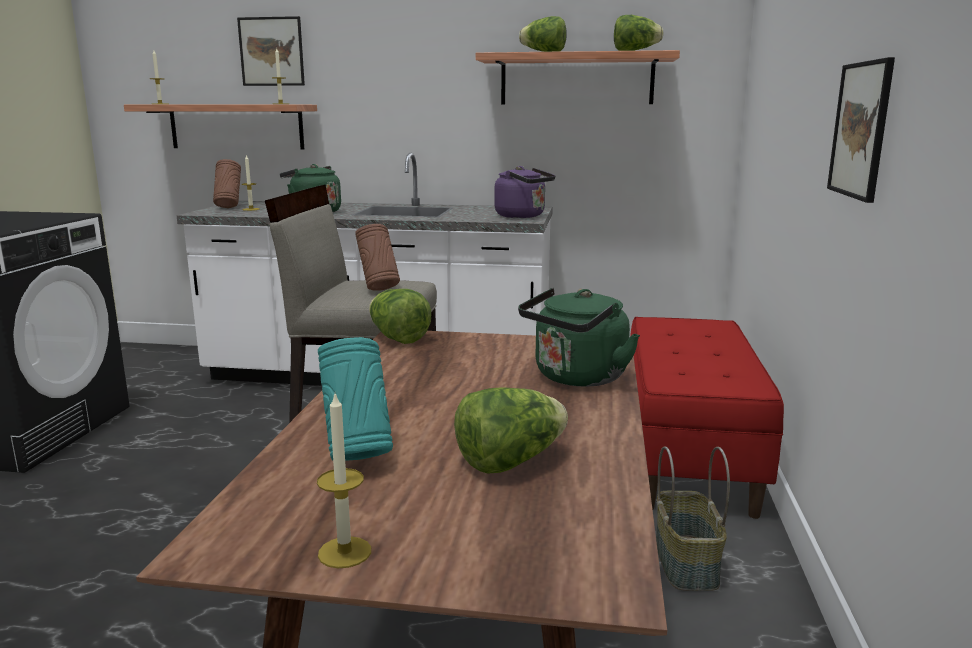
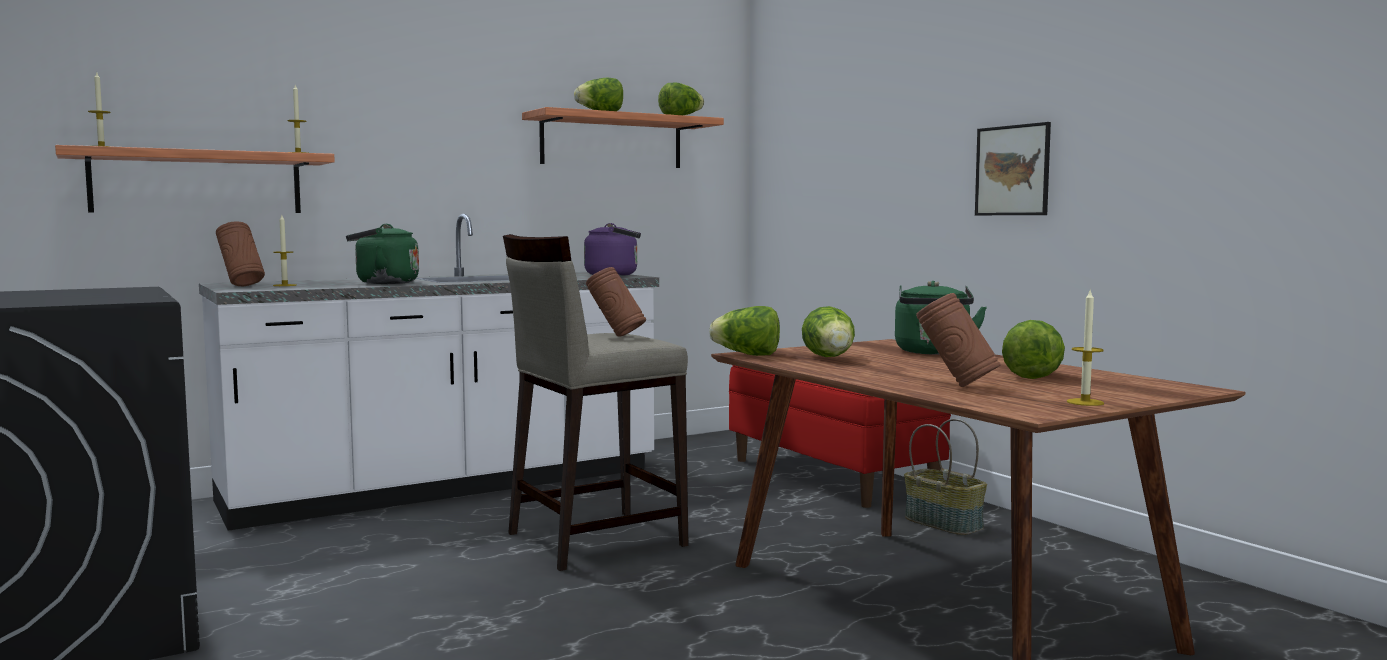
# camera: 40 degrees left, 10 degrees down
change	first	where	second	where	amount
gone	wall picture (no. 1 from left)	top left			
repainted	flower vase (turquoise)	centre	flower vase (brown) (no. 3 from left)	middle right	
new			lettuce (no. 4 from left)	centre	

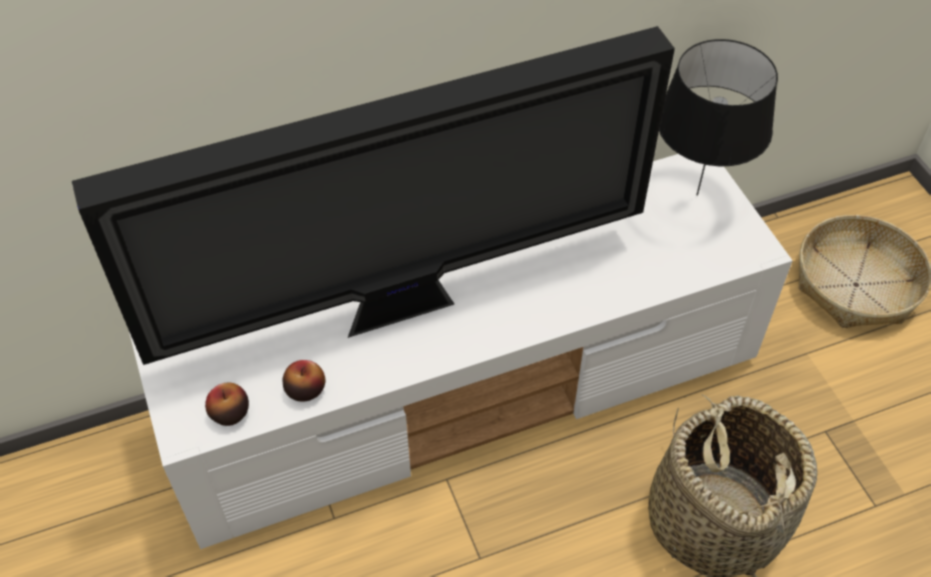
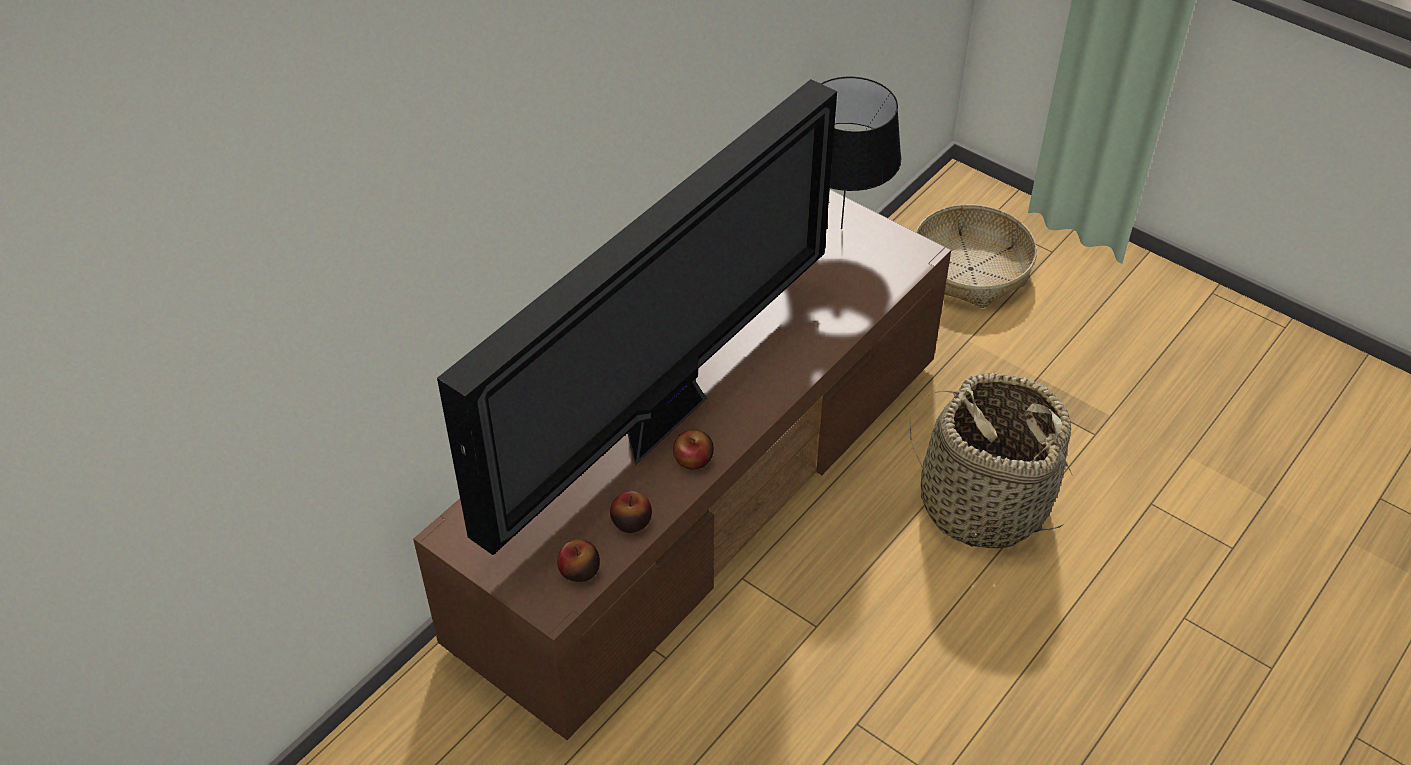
# camera: 30 degrees left, 5 degrees down
change	first	where	second	where	amount
repainted	media console (white)	centre	media console (brown)	centre	
new			whole apple (no. 3 from left)	centre	

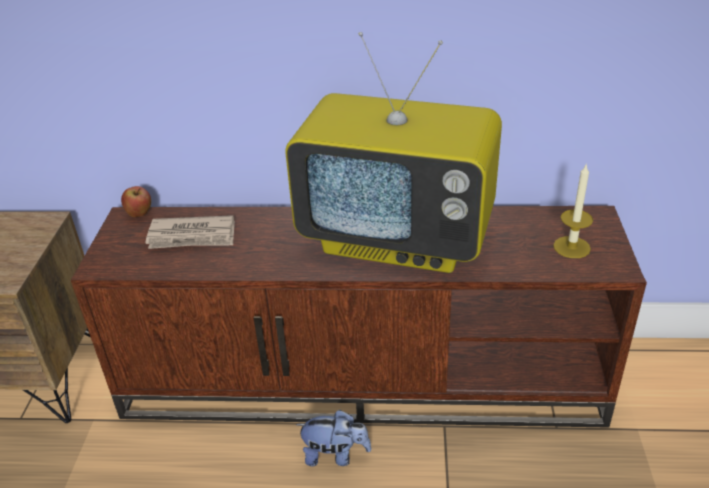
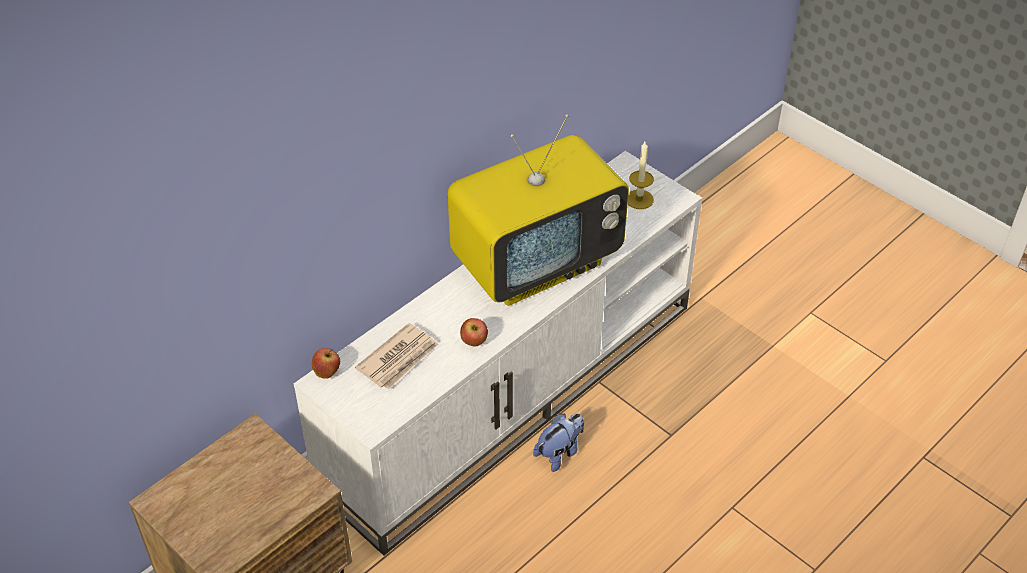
# camera: 50 degrees left, 10 degrees up
change	first	where	second	where	amount
repainted	media console (brown)	centre	media console (white)	centre	
new			whole apple (no. 2 from left)	centre	

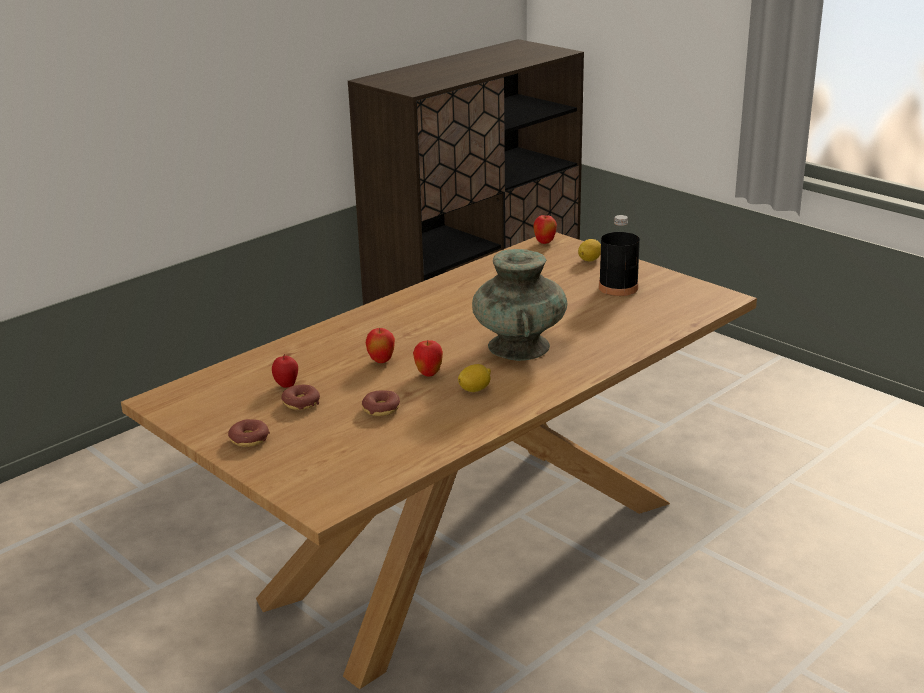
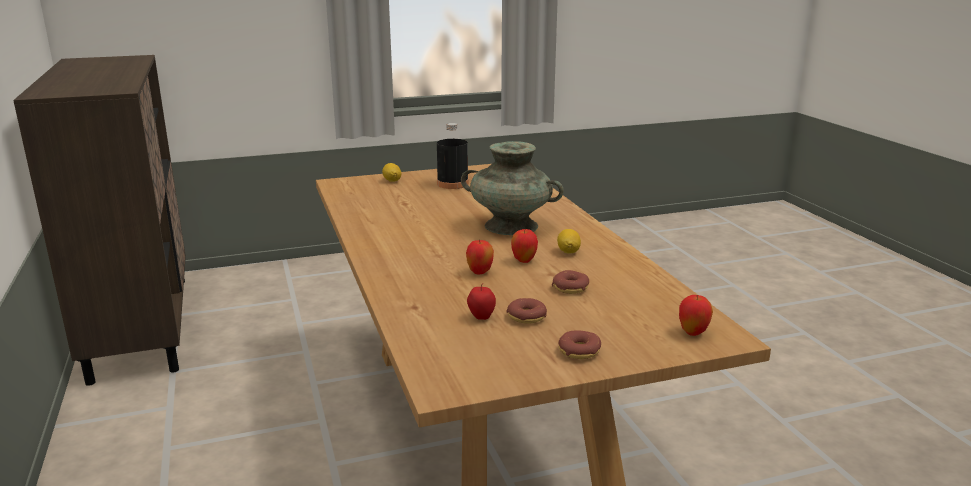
# camera: 65 degrees left, 5 degrees down
change	first	where	second	where	amount
shifted	whole apple (no. 4 from left)	top centre		middle right	

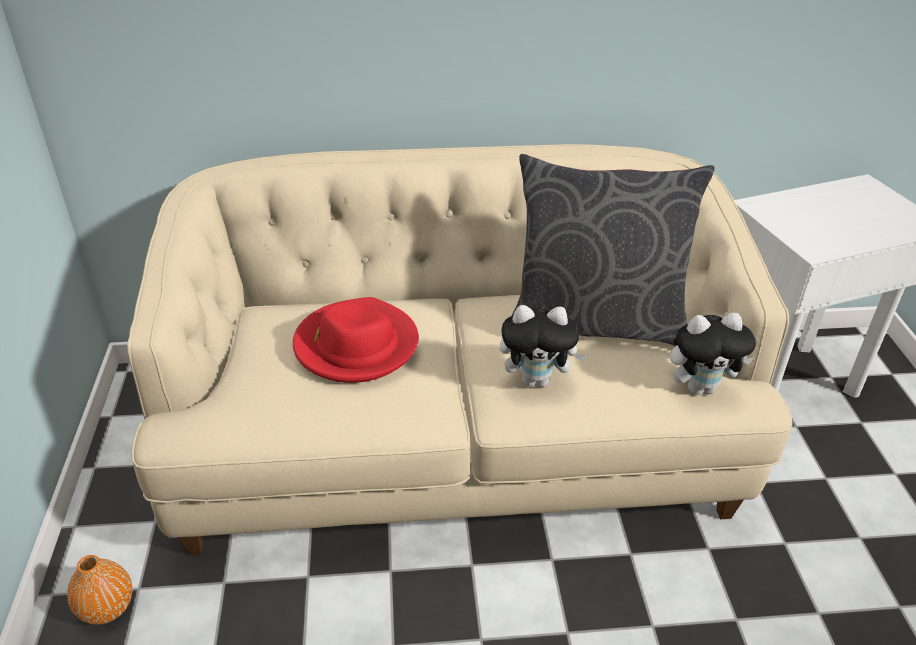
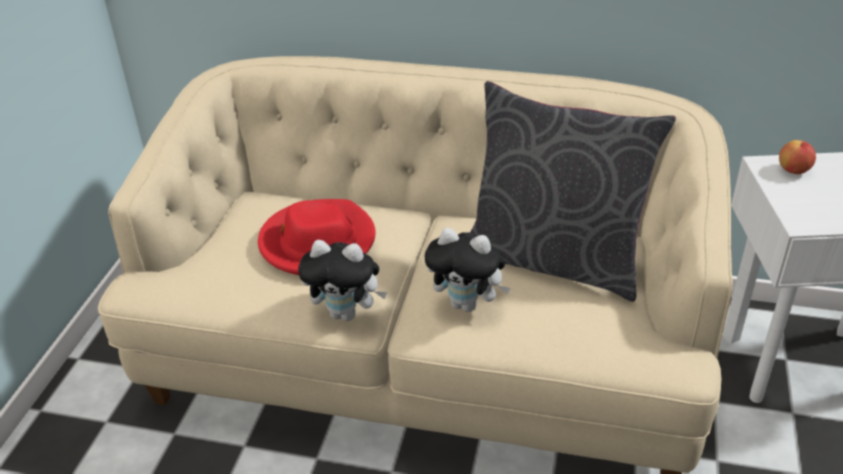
# camera: 20 degrees right, 0 degrees up
change	first	where	second	where	amount
gone	flower vase (orange-coloured)	bottom left			
shifted	cuddly toy (no. 2 from left in the first image)	middle right	cuddly toy (no. 1 from left)	centre	
new			whole apple	top right	

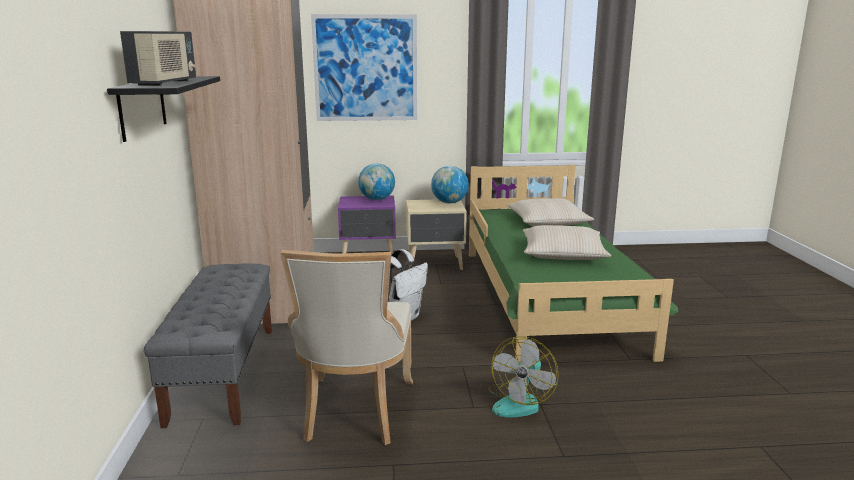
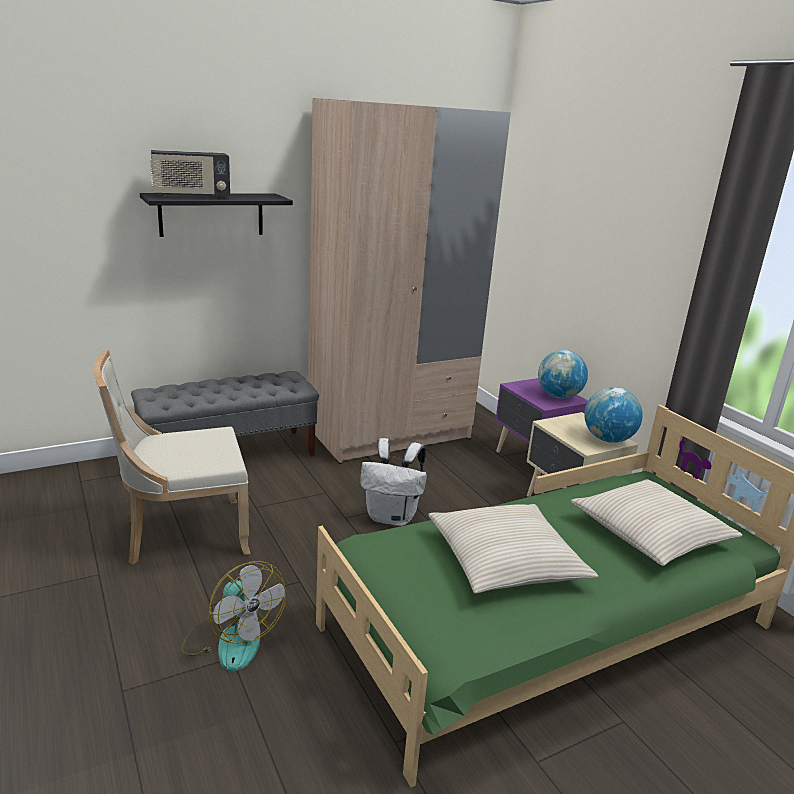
# camera: 65 degrees right, 5 degrees up
change	first	where	second	where	amount
gone	wall picture	top centre			
rotated	electric fan	bottom centre		bottom left	135 degrees counterclockwise

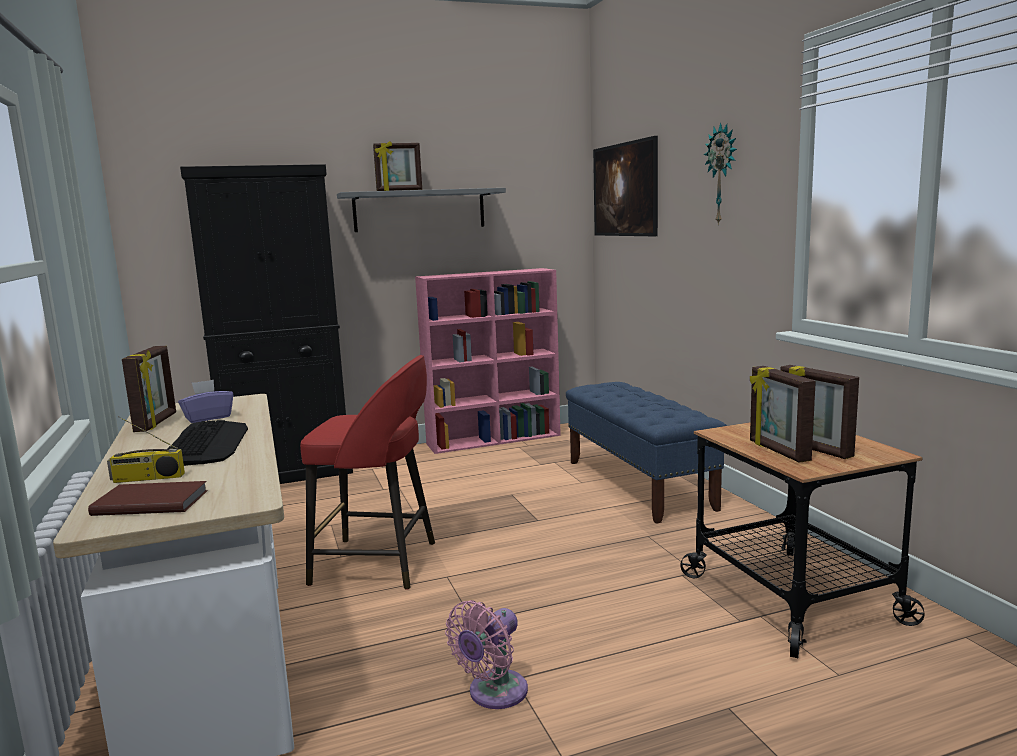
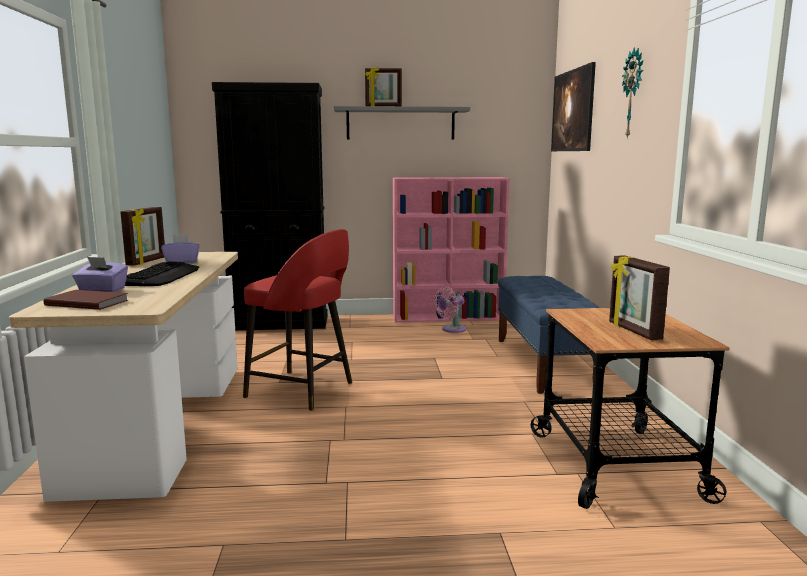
# camera: 15 degrees right, 0 degrees up
change	first	where	second	where	amount
swapped	radio	middle left	tissue box (purple-coloured) (no. 1 from left)	middle left	
shifted	electric fan (pink-coloured)	bottom centre		centre	
gone	standing frame (no. 3 from left)	middle right			

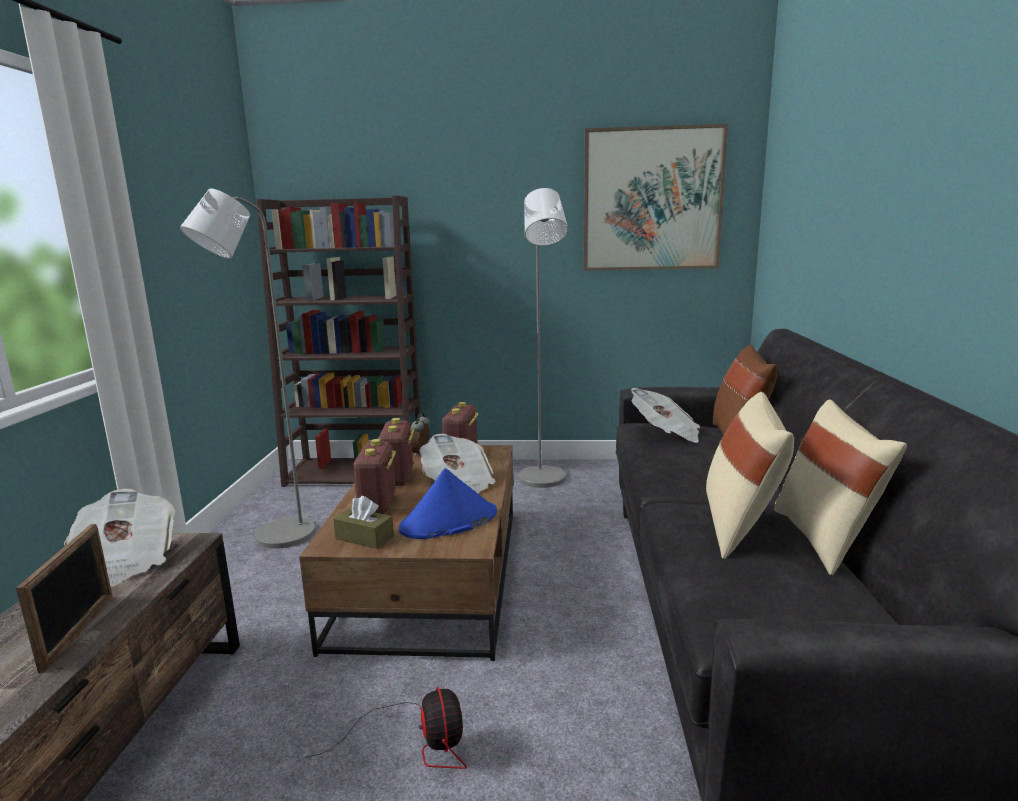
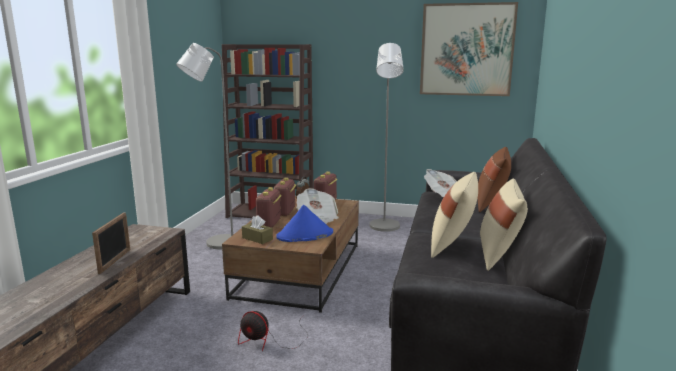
# camera: 10 degrees right, 0 degrees up
change	first	where	second	where	amount
gone	daily paper (no. 1 from left)	bottom left			
rotated	electric fan	bottom centre		bottom centre	120 degrees clockwise

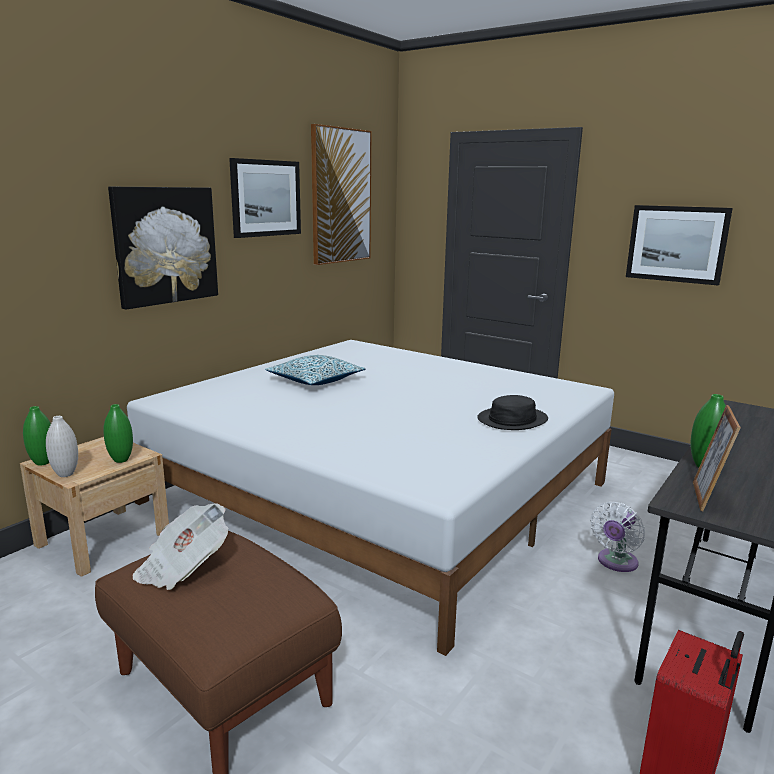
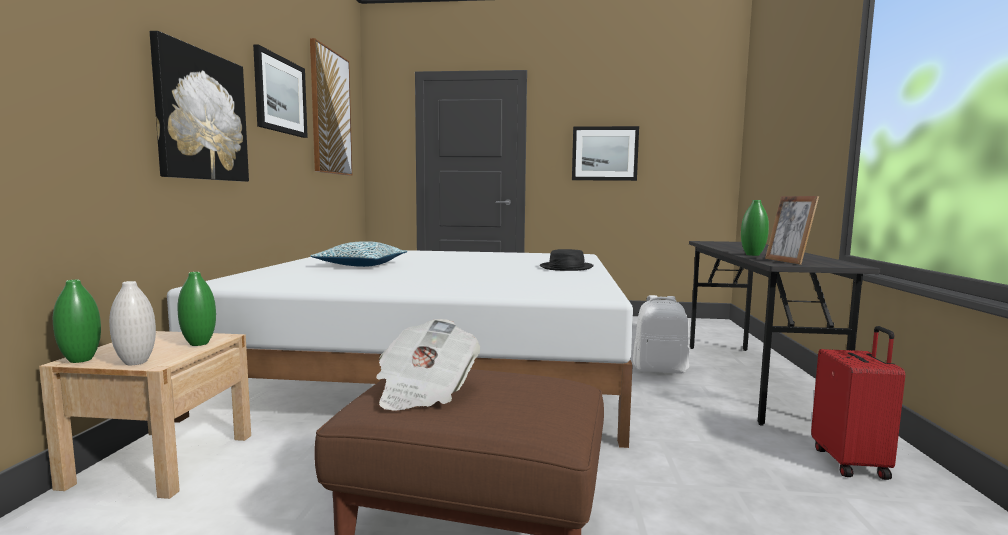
# camera: 30 degrees left, 10 degrees down
change	first	where	second	where	amount
swapped	electric fan (white)	bottom right	backpack (white)	centre	

